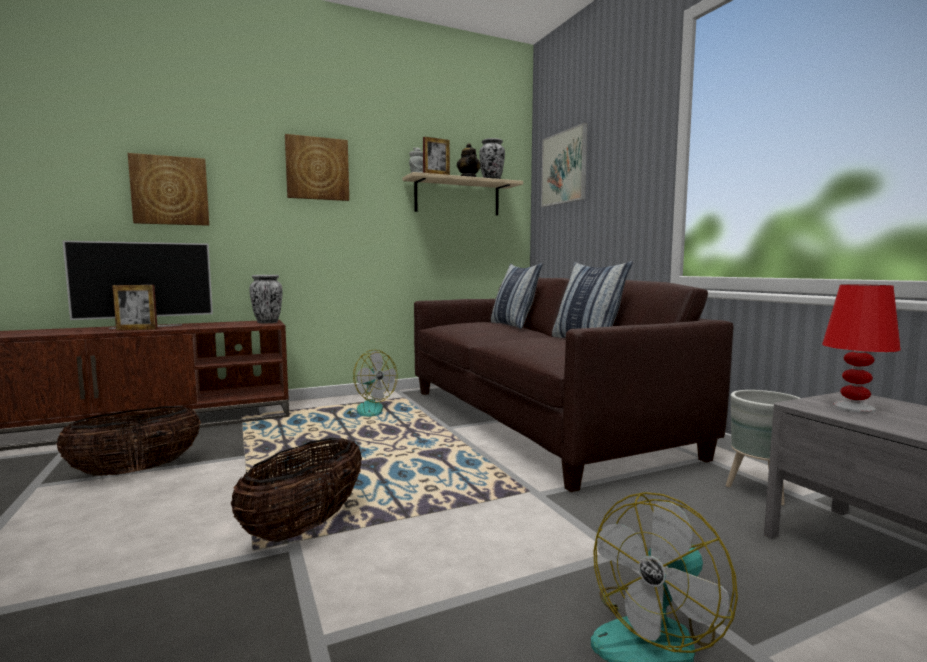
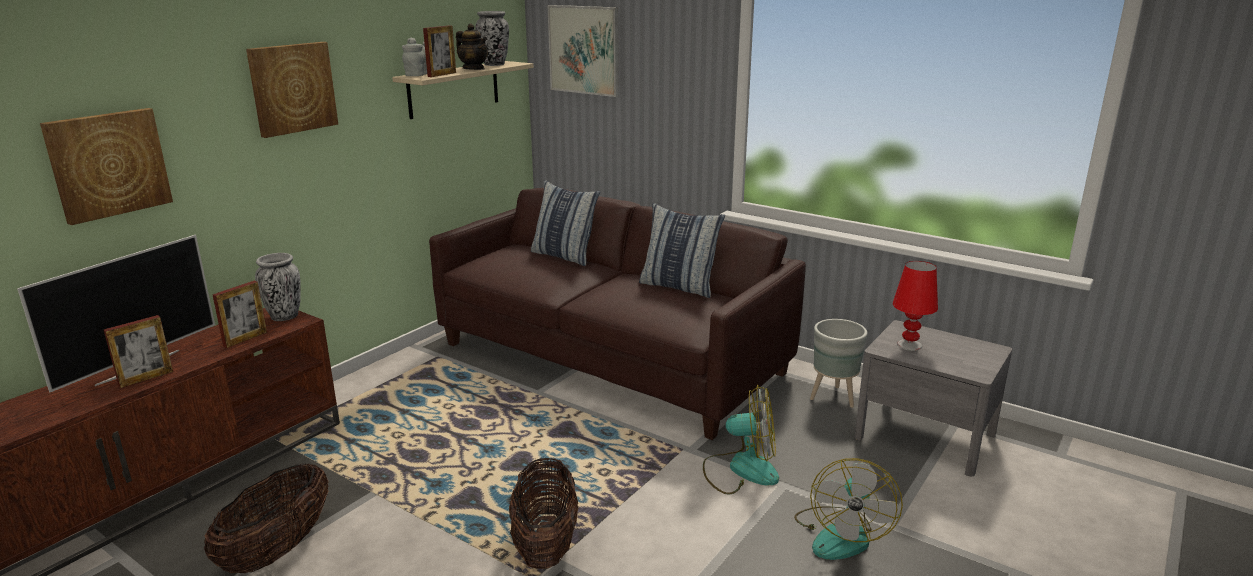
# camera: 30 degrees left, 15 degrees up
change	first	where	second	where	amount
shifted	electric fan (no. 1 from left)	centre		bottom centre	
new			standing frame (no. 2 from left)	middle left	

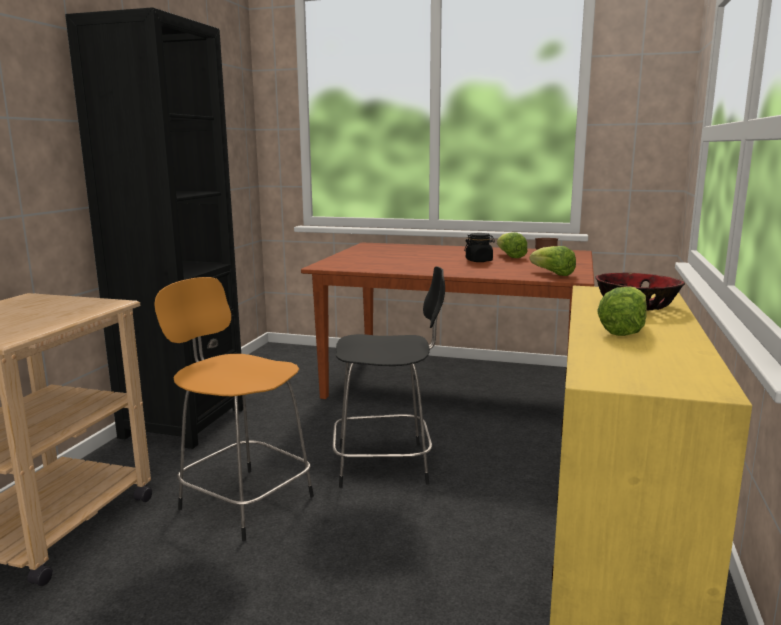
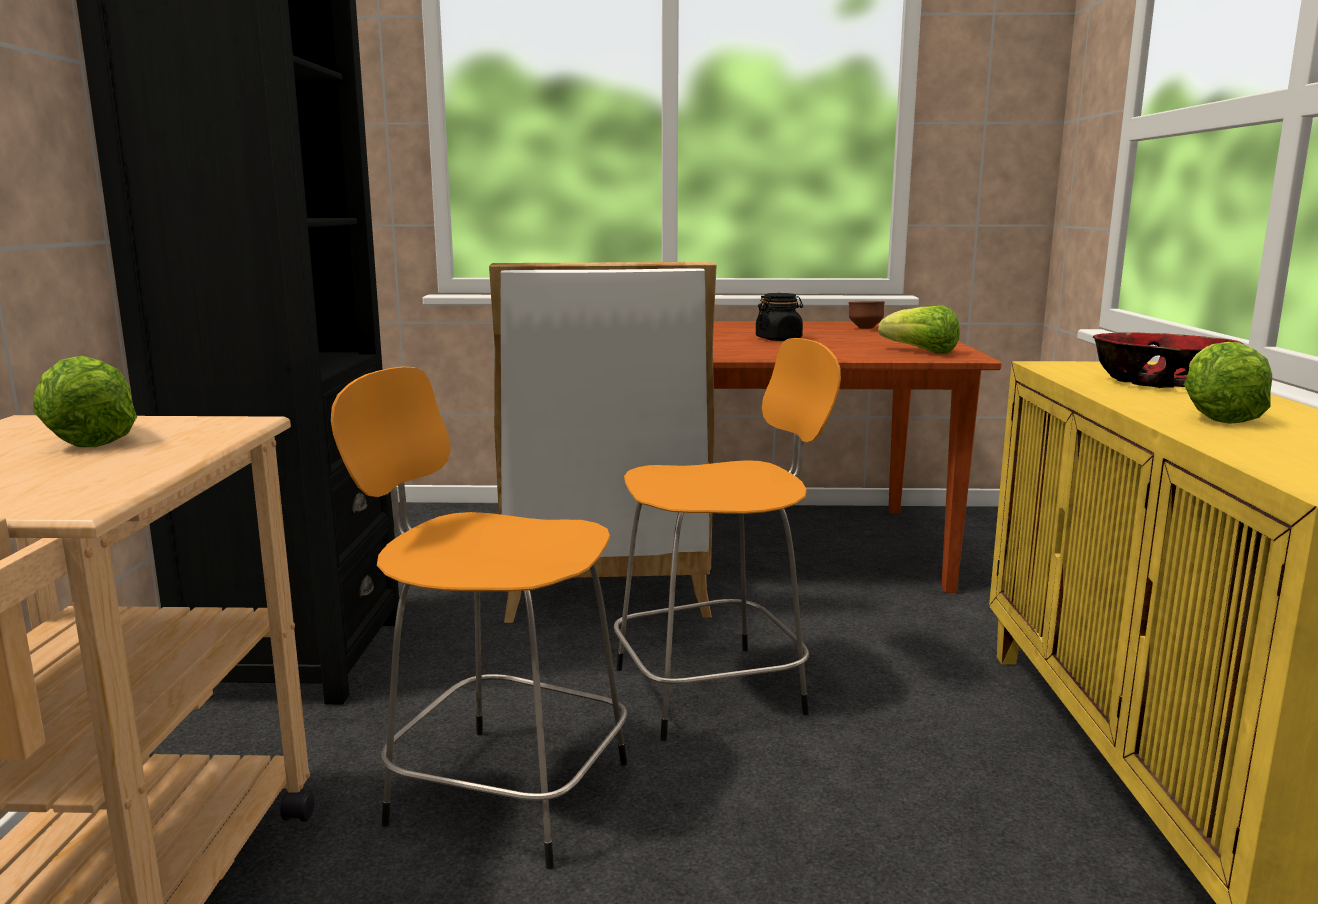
# camera: 15 degrees left, 0 degrees up
change	first	where	second	where	amount
repainted	stool (black)	centre	stool (orange-coloured) (no. 2 from left)	centre	
shifted	lettuce (no. 1 from left)	centre		middle left	
new			upright chair (white)	centre	

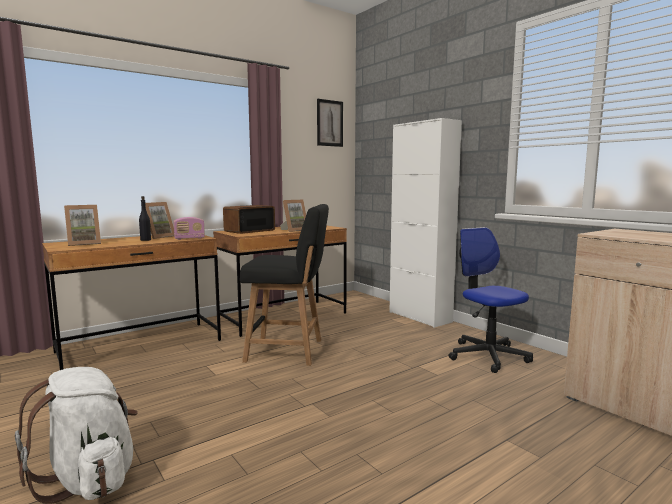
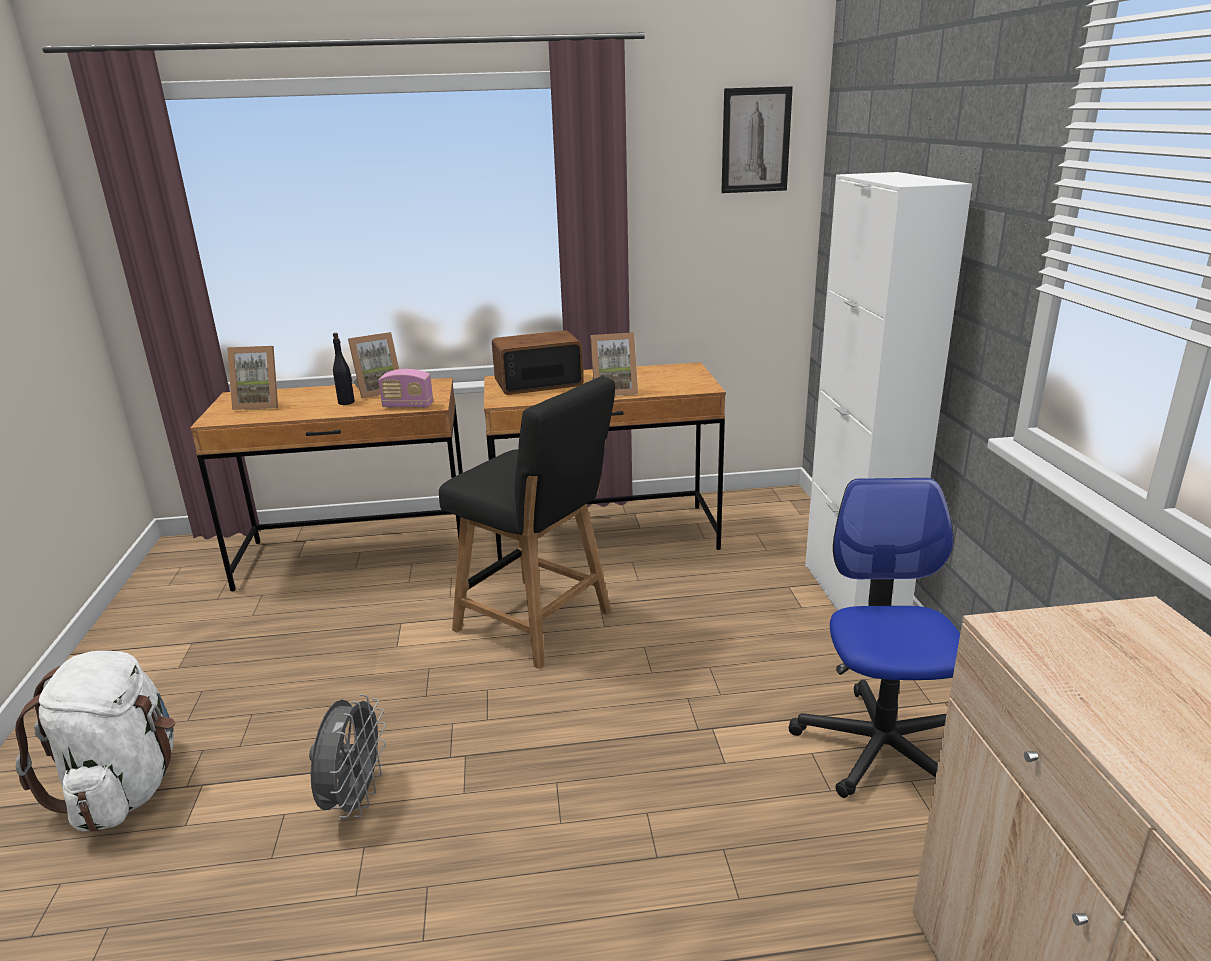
# camera: 30 degrees right, 15 degrees up
change	first	where	second	where	amount
new			electric fan (grey)	bottom left	

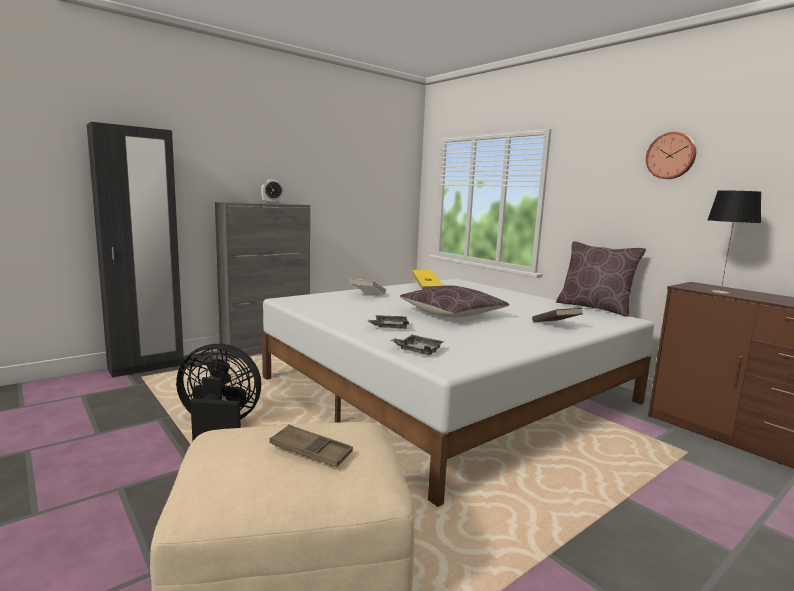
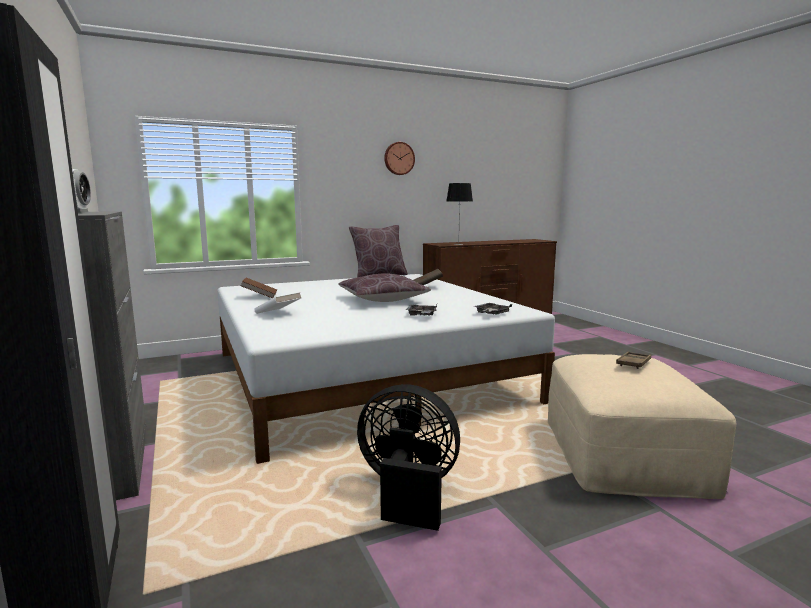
# camera: 75 degrees left, 0 degrees up
change	first	where	second	where	amount
rotated	electric fan (black)	middle left		bottom centre	90 degrees clockwise
repainted	book (yellow)	centre	book (brown) (no. 1 from left)	middle left	

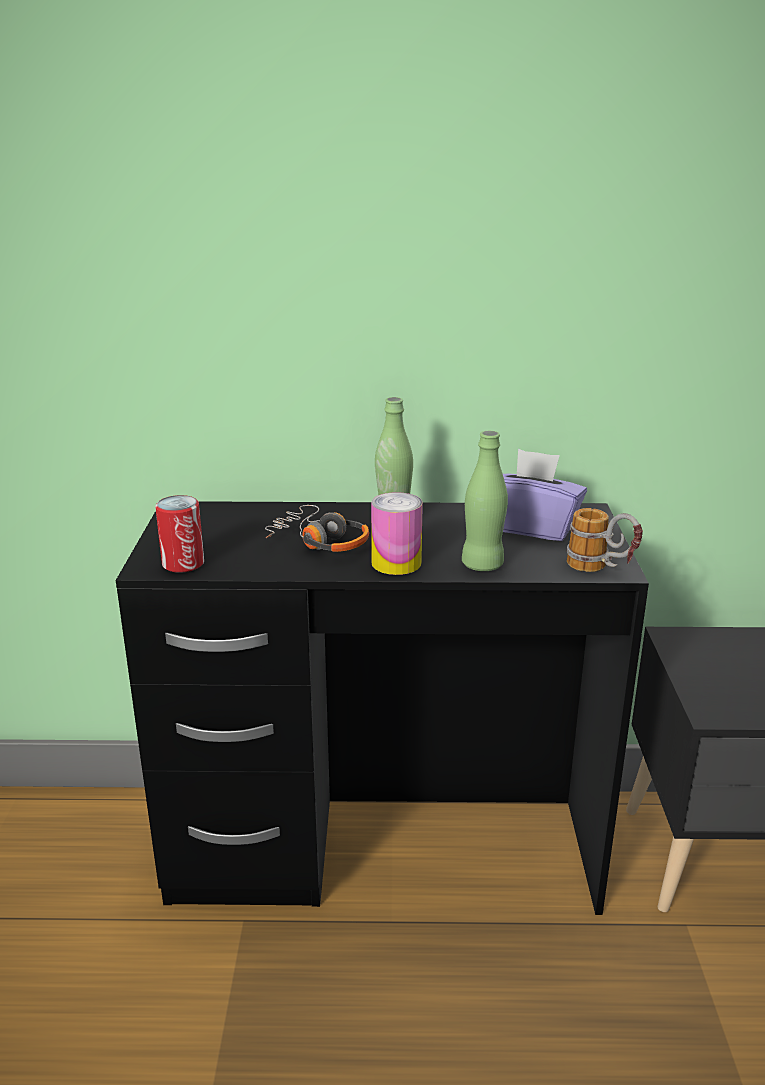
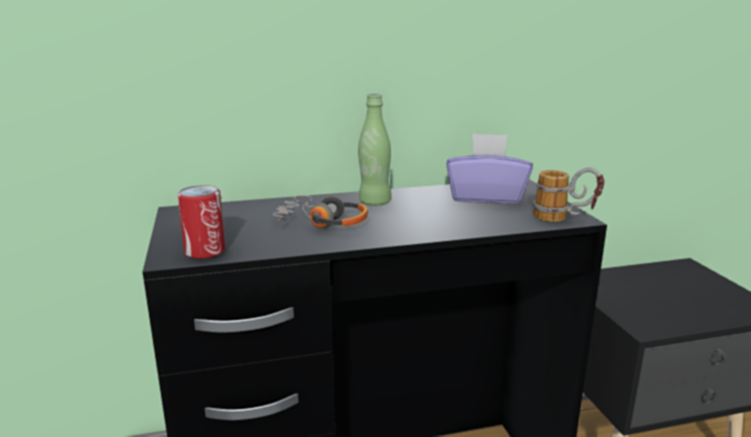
# camera: 15 degrees left, 5 degrees down
change	first	where	second	where	amount
gone	can (no. 2 from left)	centre			
gone	beverage bottle (greenish) (no. 2 from left)	centre			

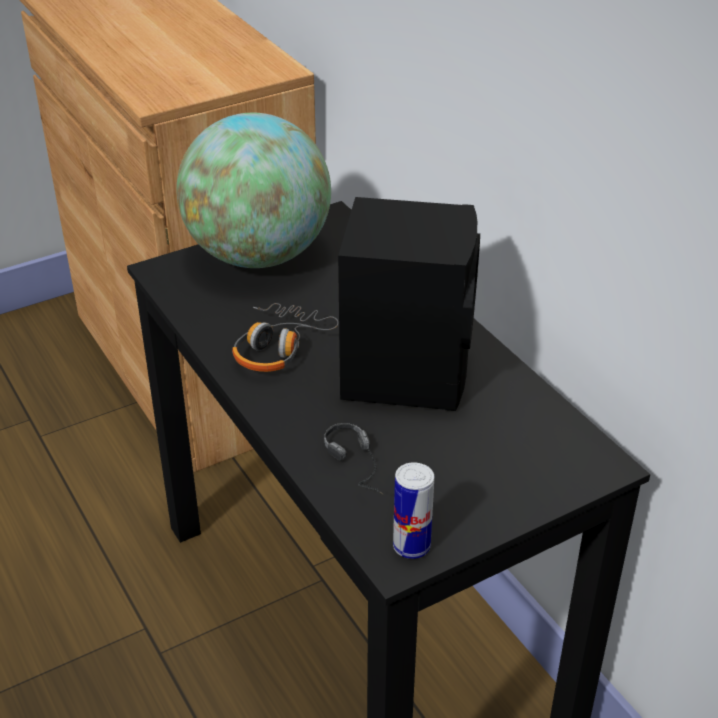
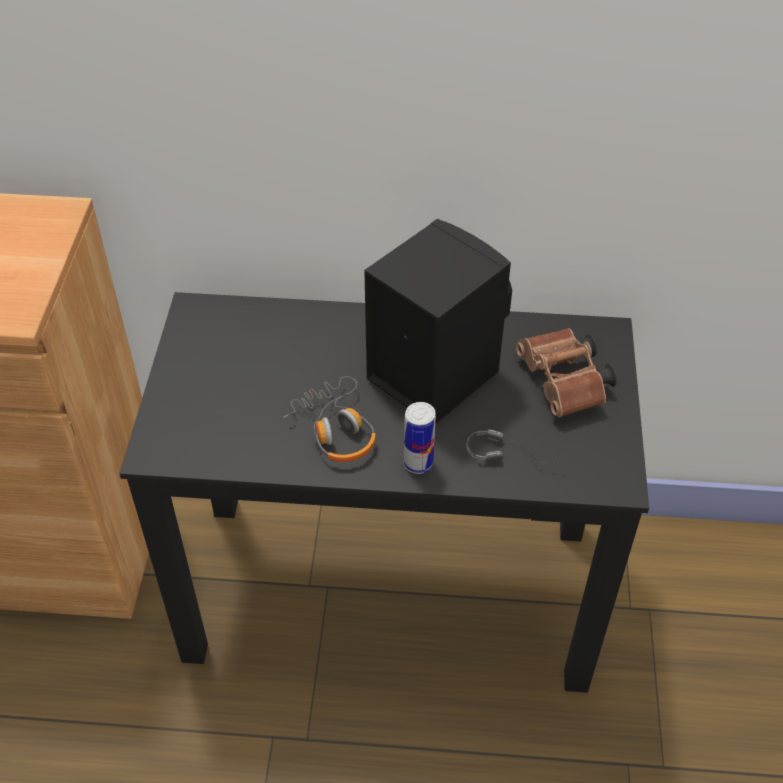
# camera: 55 degrees left, 10 degrees up
change	first	where	second	where	amount
gone	globe	top centre			
shifted	can	bottom centre		centre	
new			field glasses (brown)	middle right	

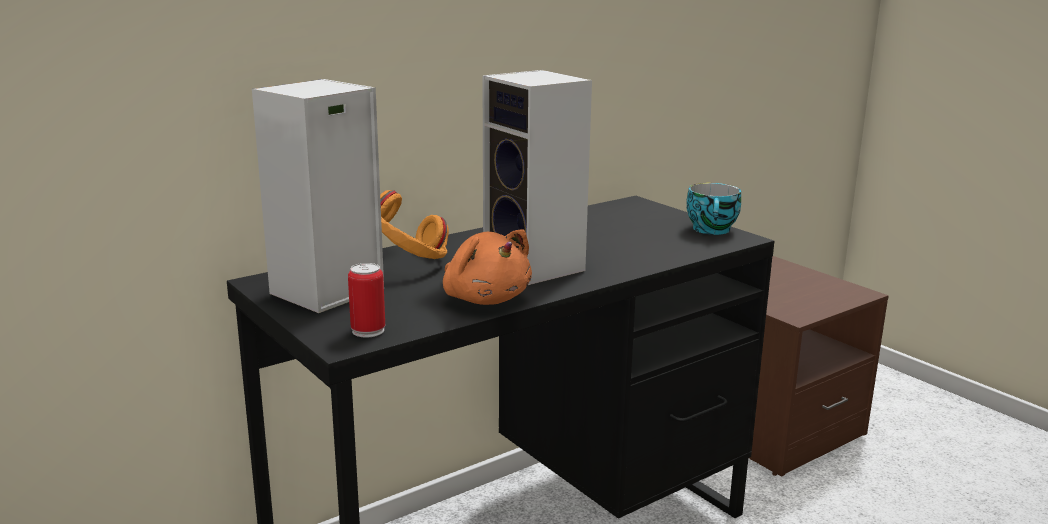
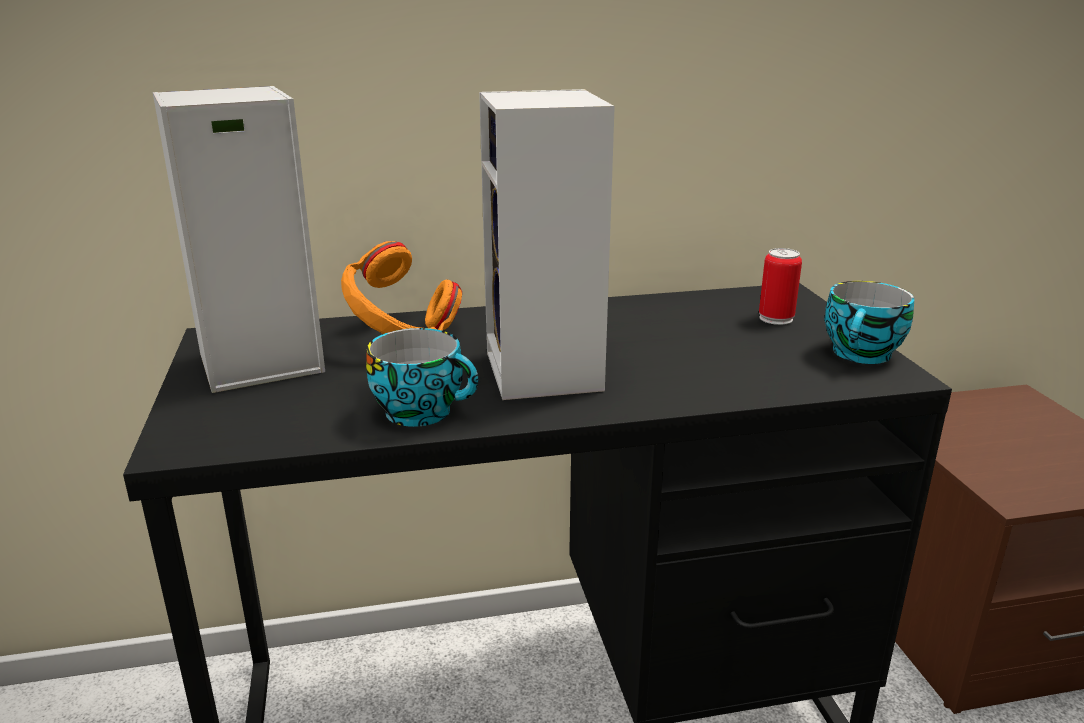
# camera: 25 degrees right, 5 degrees up
change	first	where	second	where	amount
shifted	can	centre		middle right	
swapped	cuddly toy (orange-coloured)	centre	small cup (no. 1 from left)	centre	

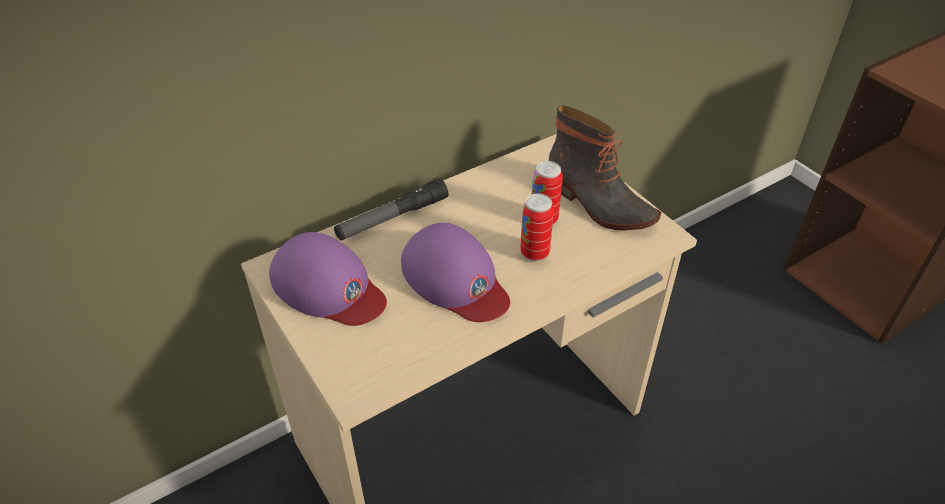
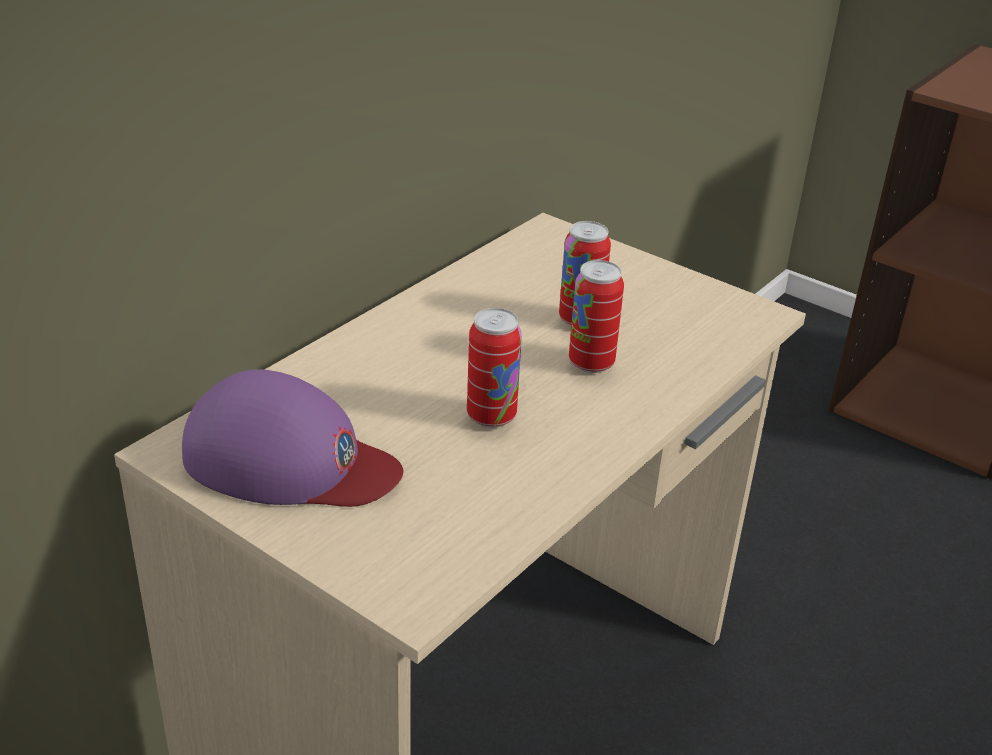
# camera: 20 degrees left, 10 degrees down
change	first	where	second	where	amount
gone	flashlight	centre			
swapped	cap (purple-coloured) (no. 2 from left)	centre	can (no. 1 from left)	centre	
gone	boot	centre			

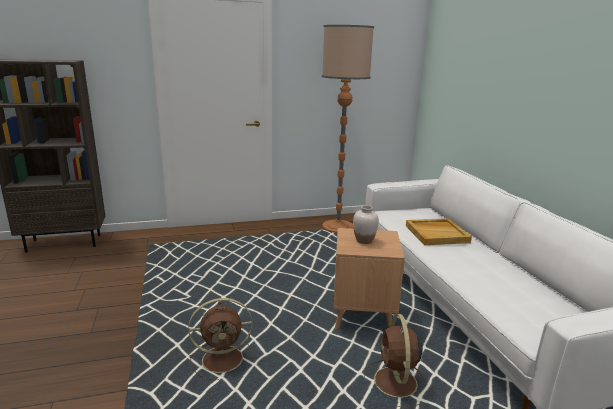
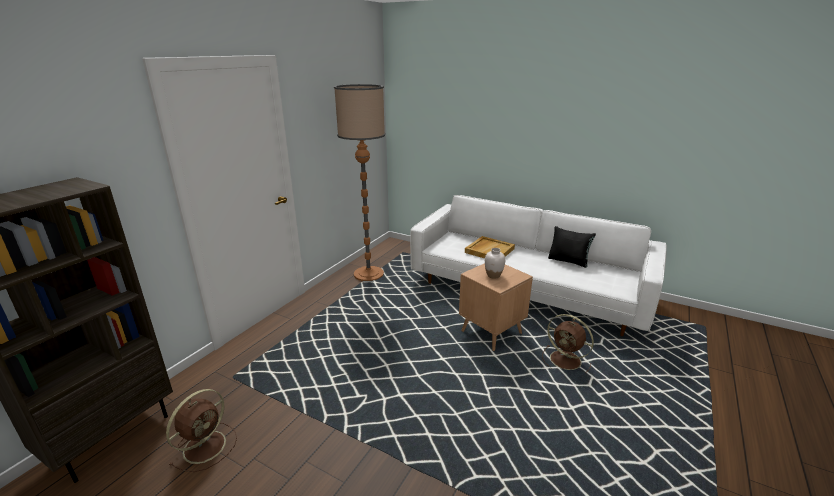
# camera: 45 degrees left, 5 degrees up
change	first	where	second	where	amount
shifted	electric fan (brown) (no. 1 from left)	bottom centre		bottom left	
new			pillow (black)	middle right	

